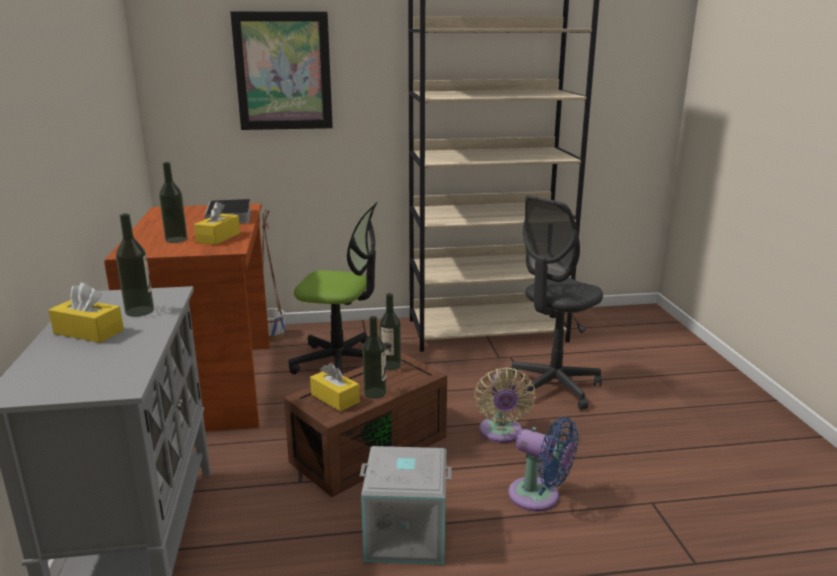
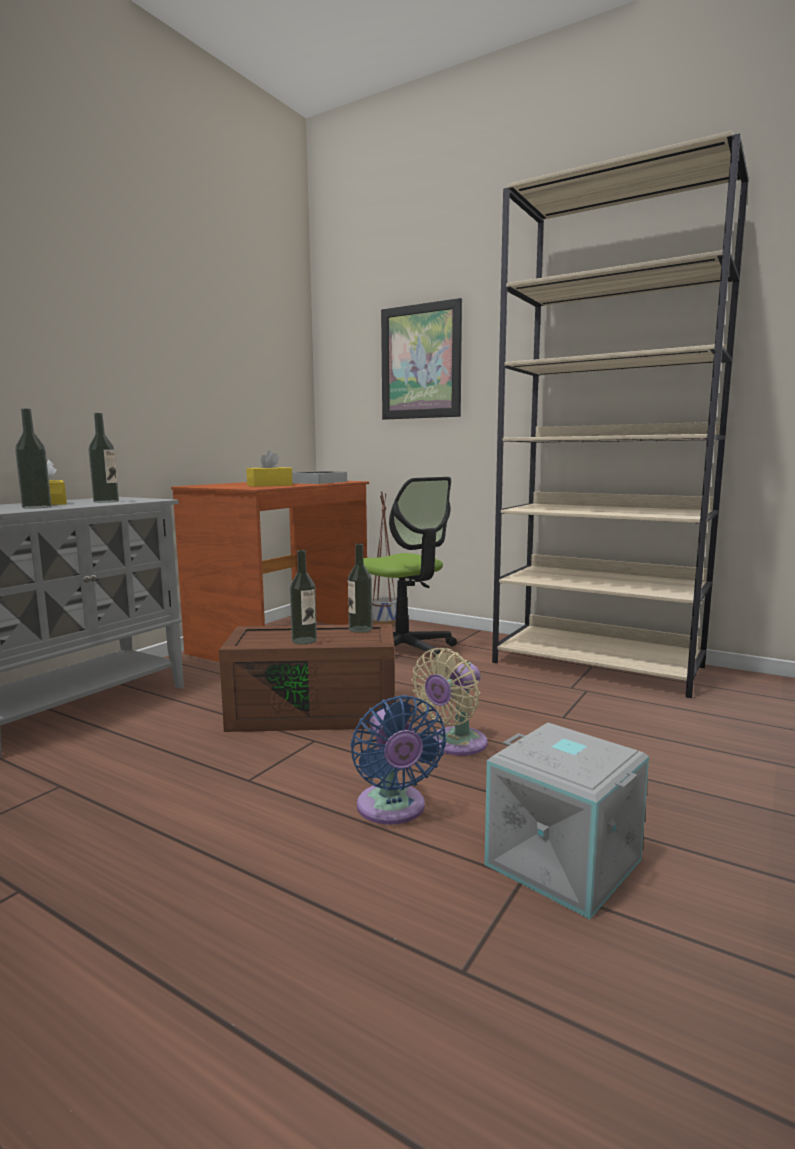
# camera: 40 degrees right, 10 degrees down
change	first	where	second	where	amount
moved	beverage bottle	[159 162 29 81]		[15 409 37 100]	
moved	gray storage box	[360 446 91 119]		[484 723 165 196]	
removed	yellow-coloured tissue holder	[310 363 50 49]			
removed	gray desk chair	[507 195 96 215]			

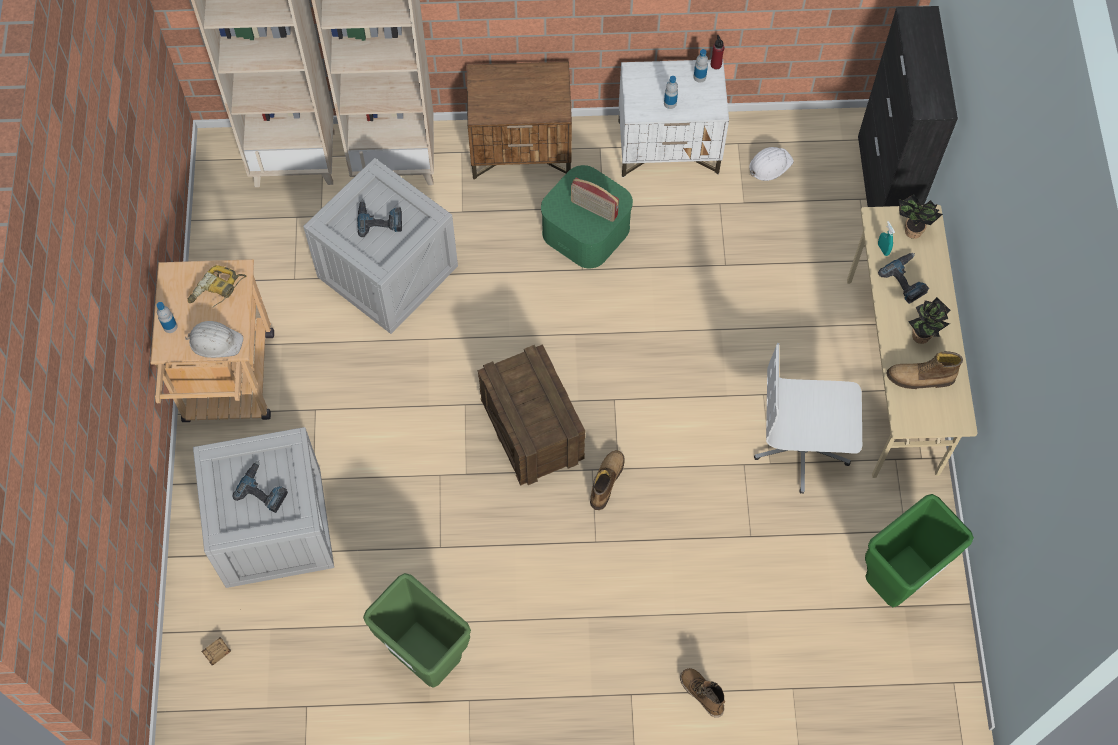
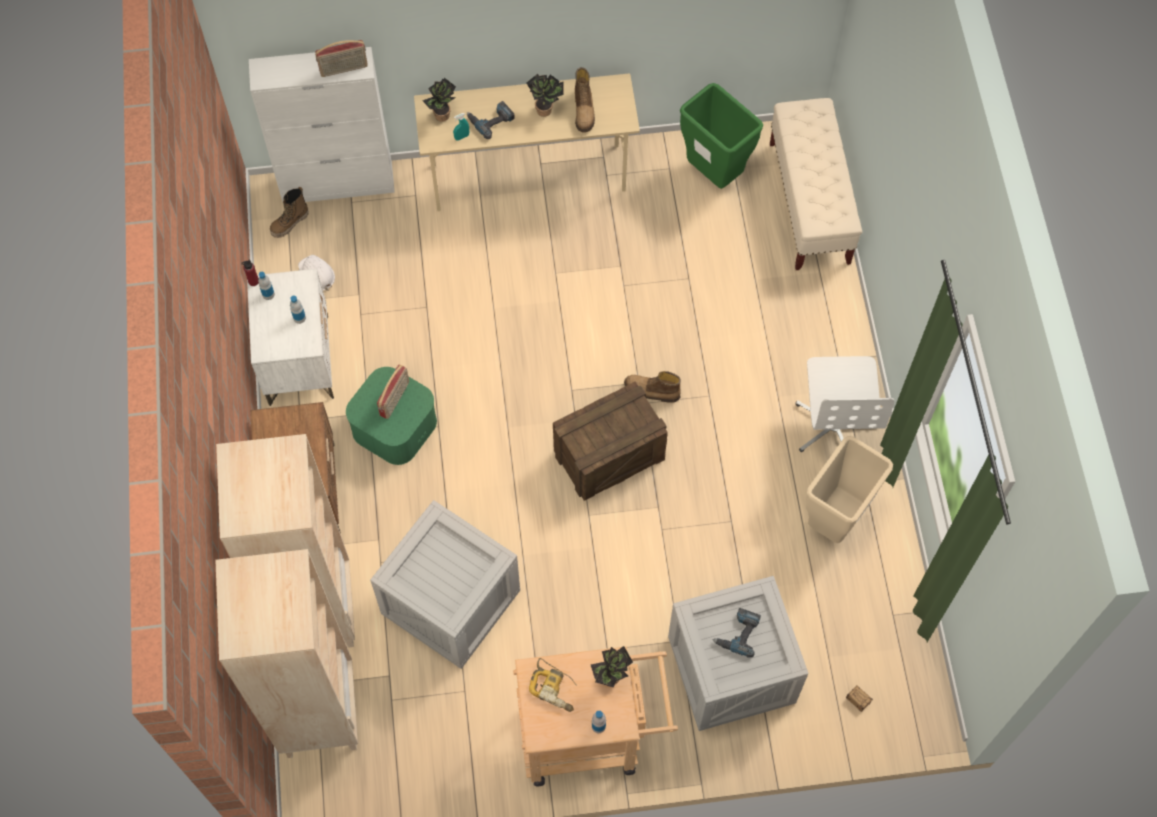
# camera: 95 degrees left, 0 degrees up
change	first	where	second	where	amount
recoloured	black cupboard	[858 6 100 201]	white cupboard	[249 47 146 155]	
moved	high-top boot	[680 668 45 50]		[270 186 39 52]	
added			radio	[315 40 53 37]	
replaced	white work helmet	[185 321 58 37]	plant in a pot	[591 646 42 42]	
added			beige-coloured long seat	[770 98 93 172]	
moved	white desk chair	[754 343 108 151]		[795 356 99 96]	
recoloured	green waste bin	[363 573 108 115]	beige-coloured waste bin	[806 436 87 107]	
removed	power drill	[357 199 45 38]			

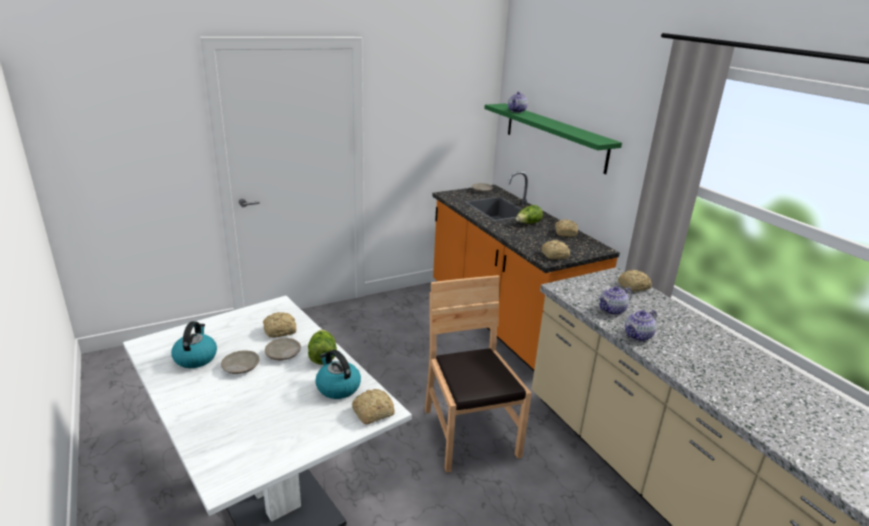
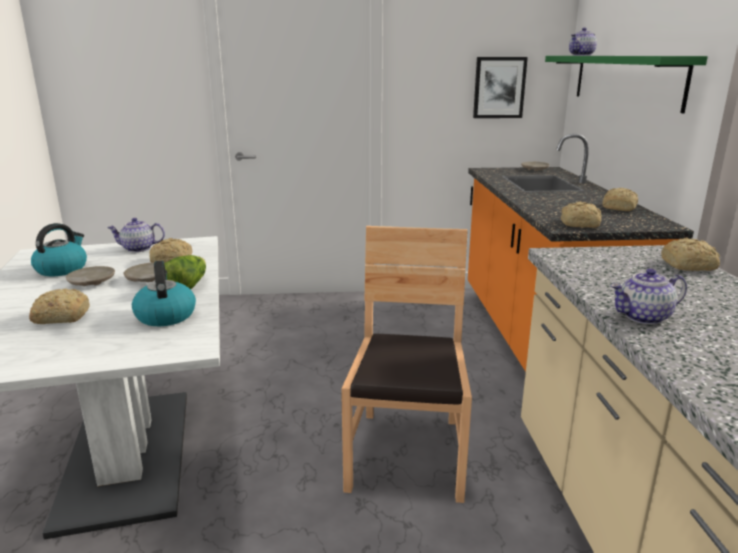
# camera: 25 degrees right, 5 degrees down
change	first	where	second	where	amount
moved	baked bread	[352 389 43 36]		[29 288 61 36]	
moved	tea pot	[598 286 34 29]		[107 218 58 34]	
added			wall picture	[473 57 55 61]	
removed	head of lettuce	[516 205 27 19]			

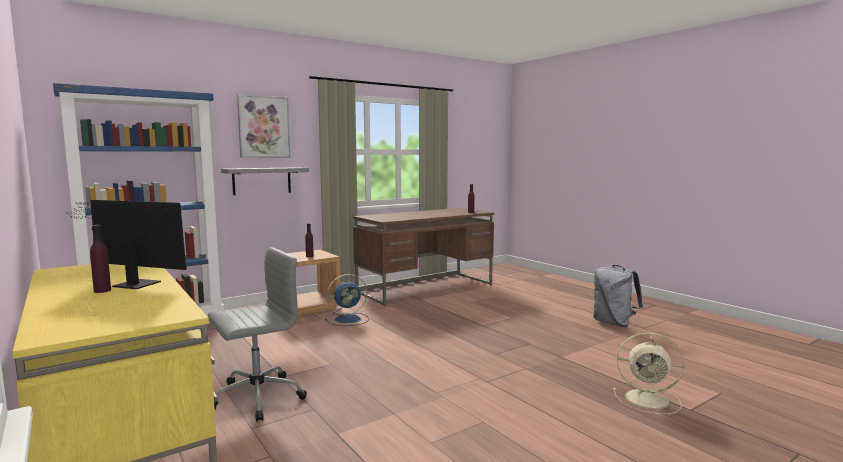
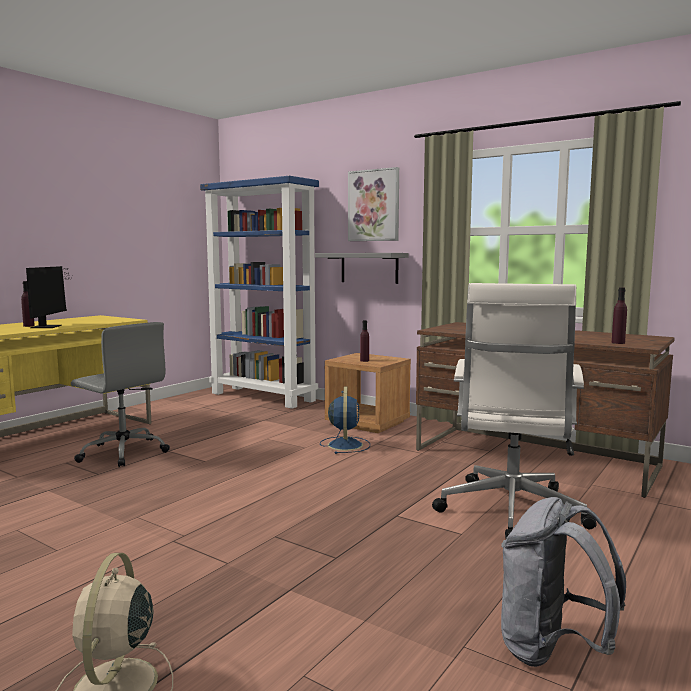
# camera: 70 degrees right, 0 degrees up
change	first	where	second	where	amount
turned	bluish fan	[325 274 44 52]		[320 387 50 67]	135 degrees counterclockwise
added			white desk chair	[432 283 165 255]	

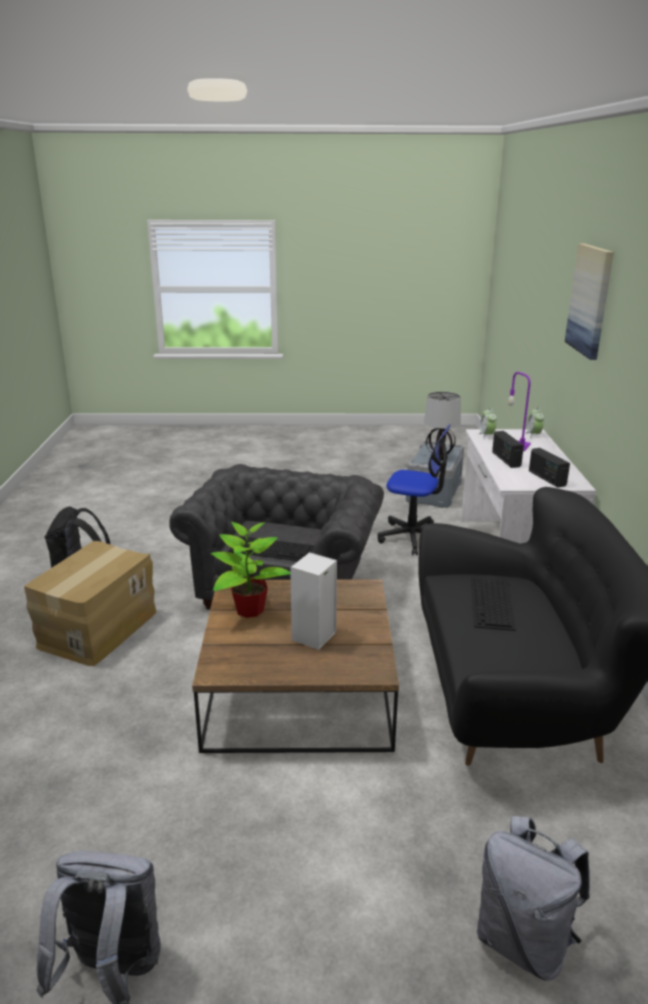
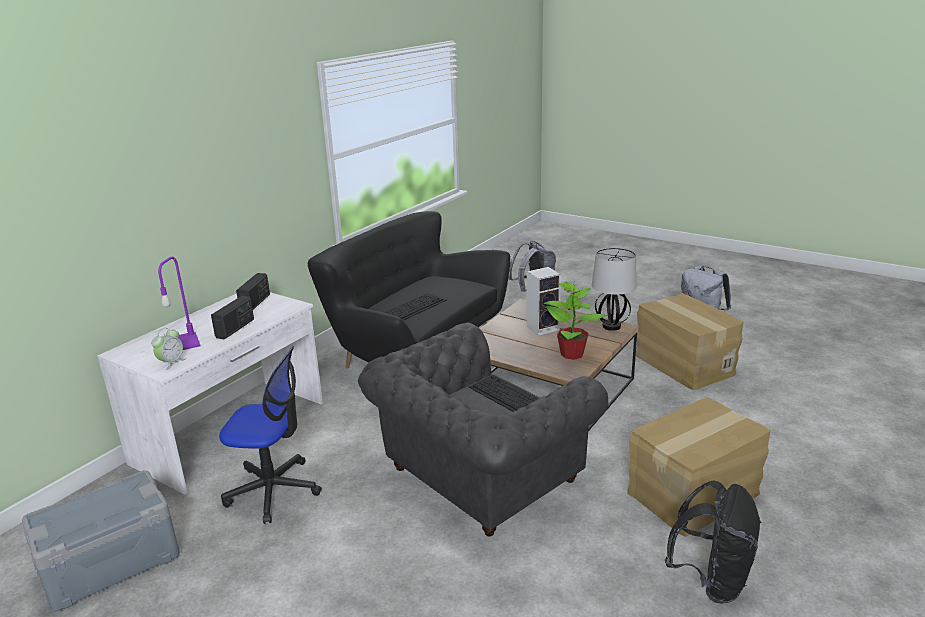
# camera: 145 degrees left, 0 degrees up
change	first	where	second	where	amount
turned	desk chair	[378 424 73 131]		[219 346 103 178]	135 degrees clockwise
moved	tabletop lamp	[424 392 37 69]		[592 248 45 83]	
added			carton	[636 293 108 97]	
removed	table clock	[526 408 18 31]			
removed	wall picture	[565 243 49 117]			

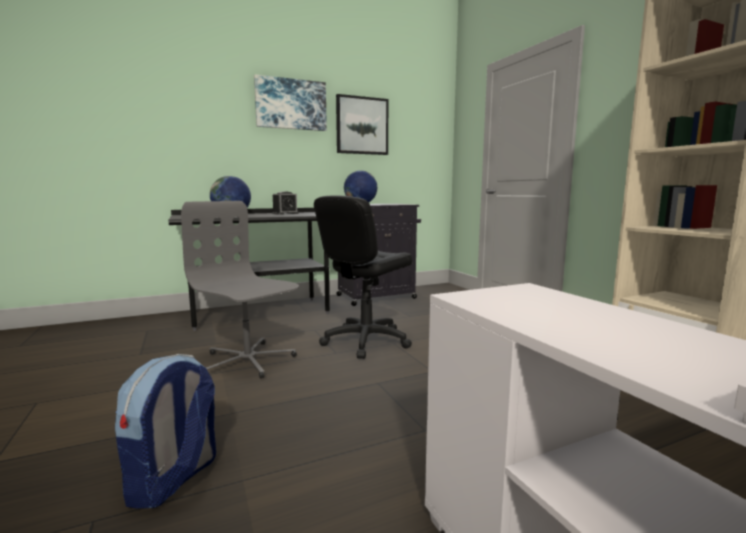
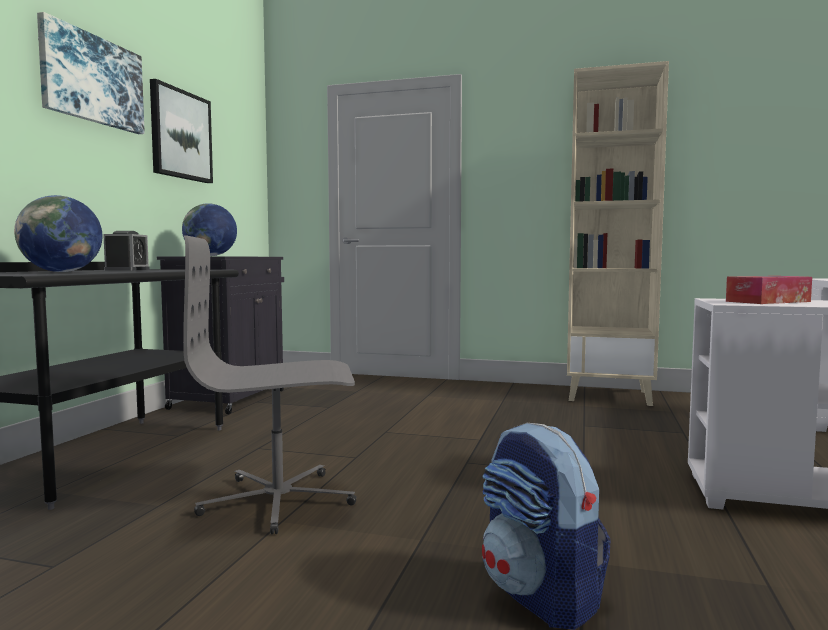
# camera: 50 degrees left, 5 degrees down
change	first	where	second	where	amount
added			tissue holder	[726 276 86 28]	
removed	black desk chair	[314 195 99 164]			

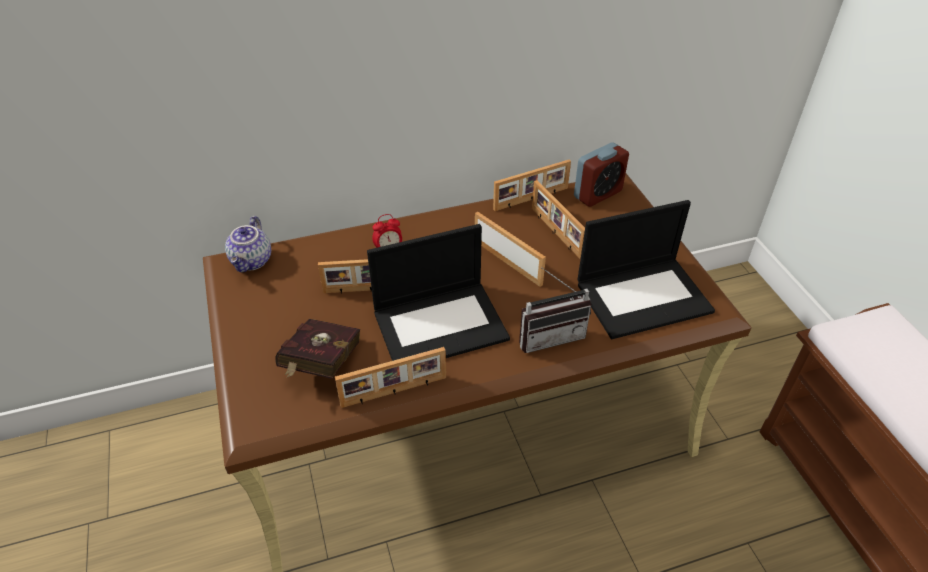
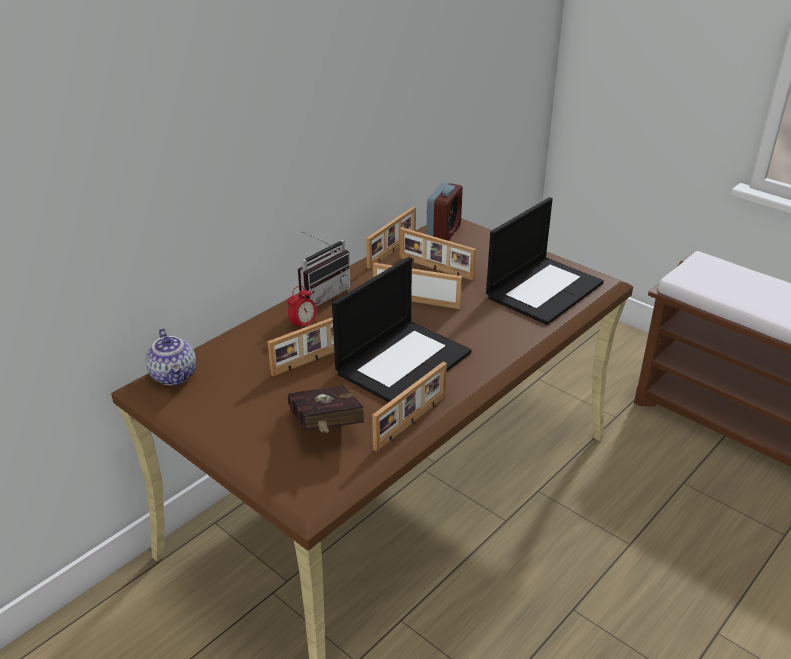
# camera: 30 degrees left, 10 degrees down
change	first	where	second	where	amount
moved	radio	[519 267 72 86]		[298 232 53 75]	

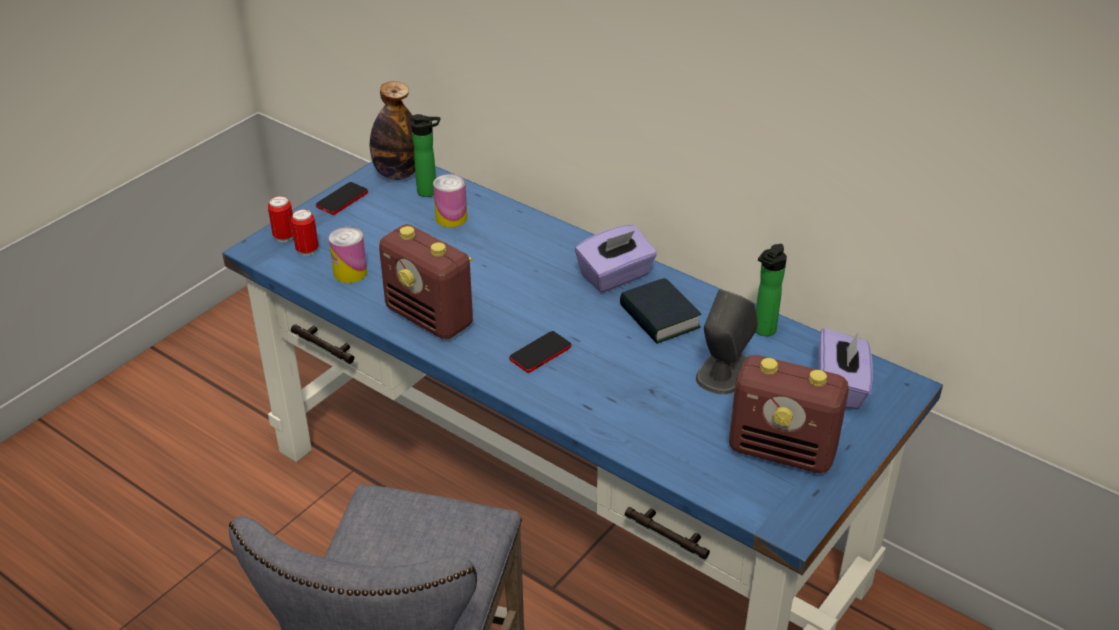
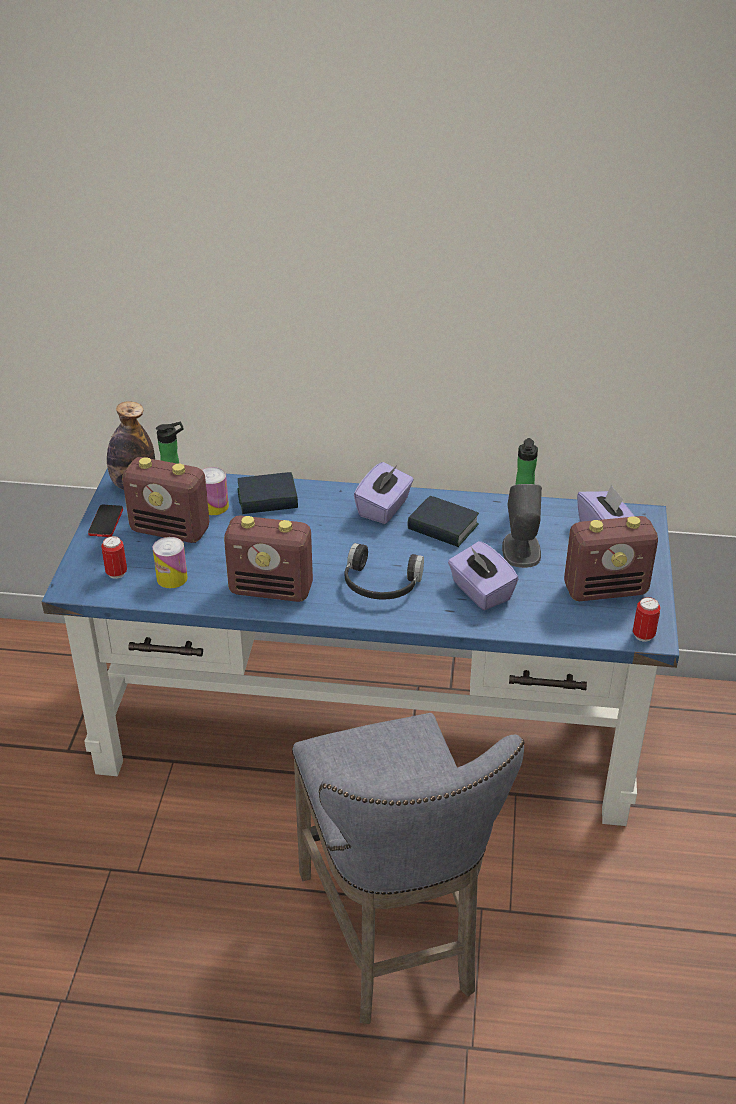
# camera: 30 degrees left, 0 degrees up
change	first	where	second	where	amount
added			radio	[122 457 87 86]	
added			volume	[237 472 61 42]	
replaced	handset	[509 331 62 42]	black headset	[345 543 79 57]	
added			purplish tissue holder	[448 541 71 69]	
moved	can	[268 196 25 46]		[633 597 27 45]	

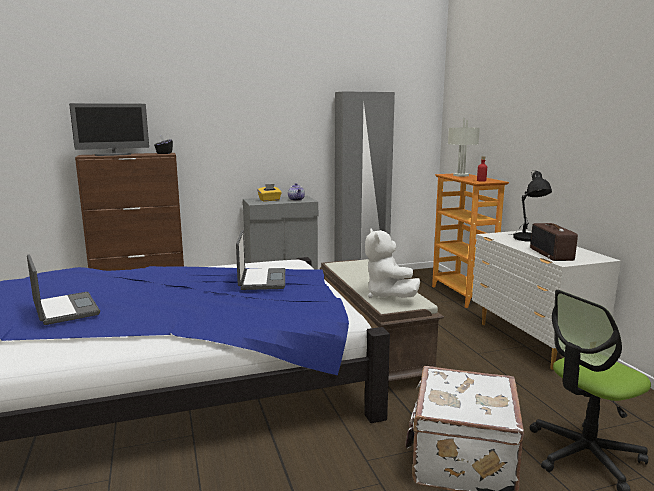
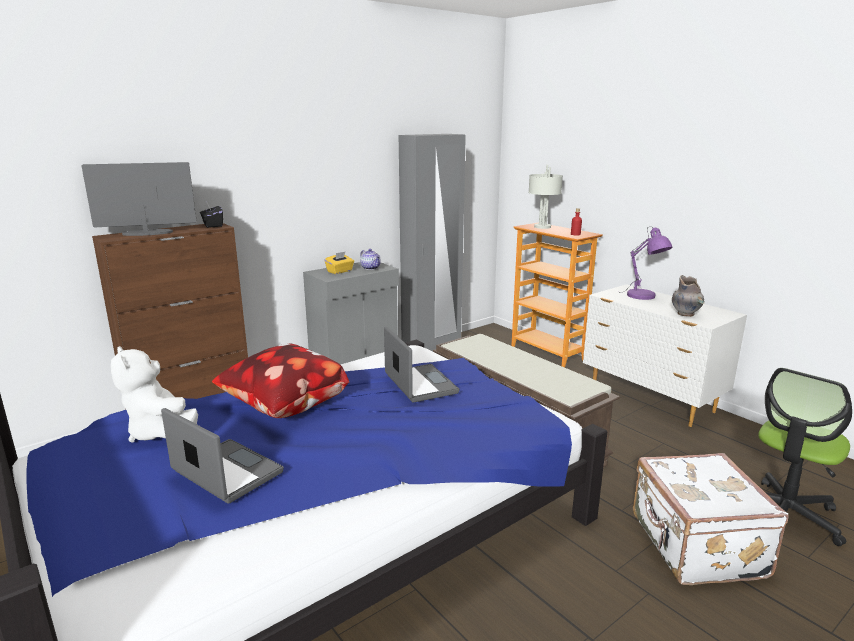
# camera: 20 degrees left, 5 degrees up
change	first	where	second	where	amount
turned	computer screen	[69 103 80 53]		[82 162 115 74]	150 degrees counterclockwise
moved	white plush toy	[365 229 55 69]		[111 346 87 97]	
added			pillow	[212 344 138 74]	
recoloured	black tabletop lamp	[511 170 41 72]	purplish tabletop lamp	[624 227 49 73]	
replaced	radio	[530 223 48 38]	gray flower vase	[672 275 33 42]	

